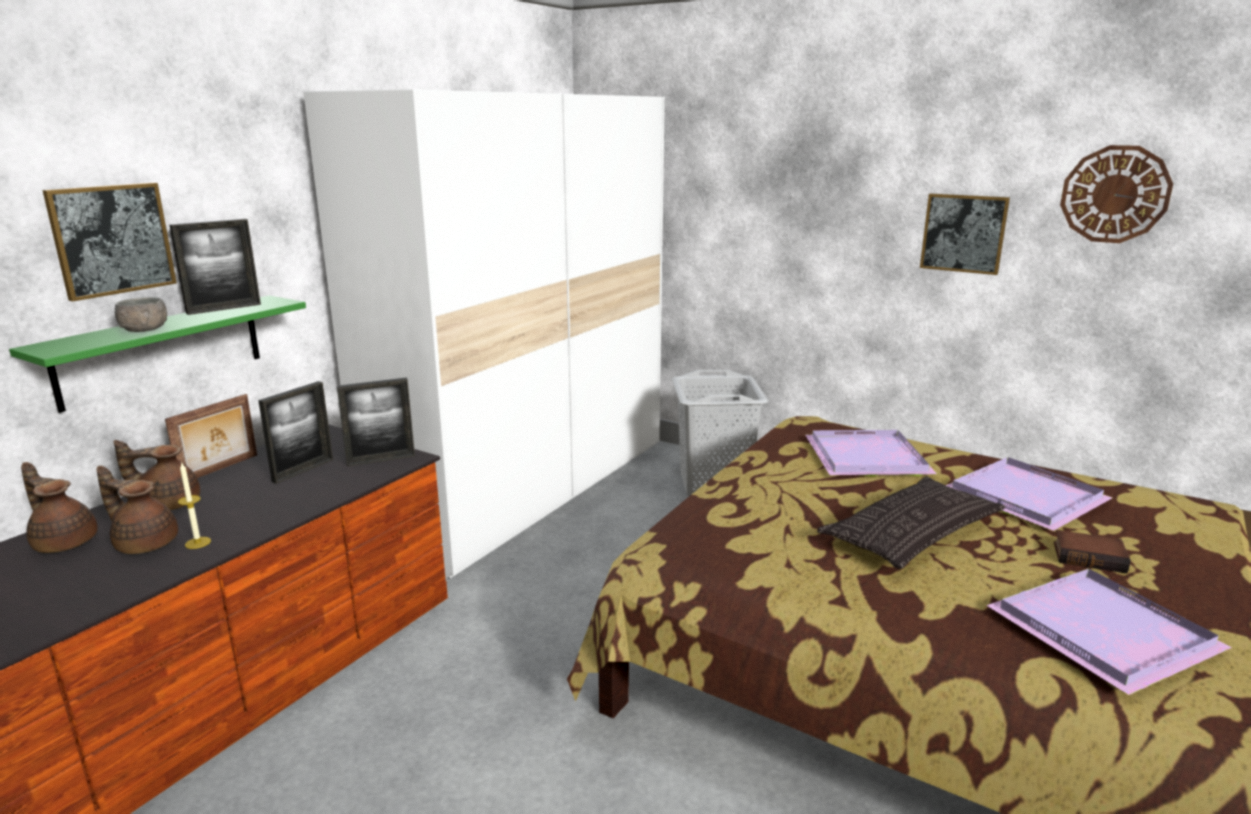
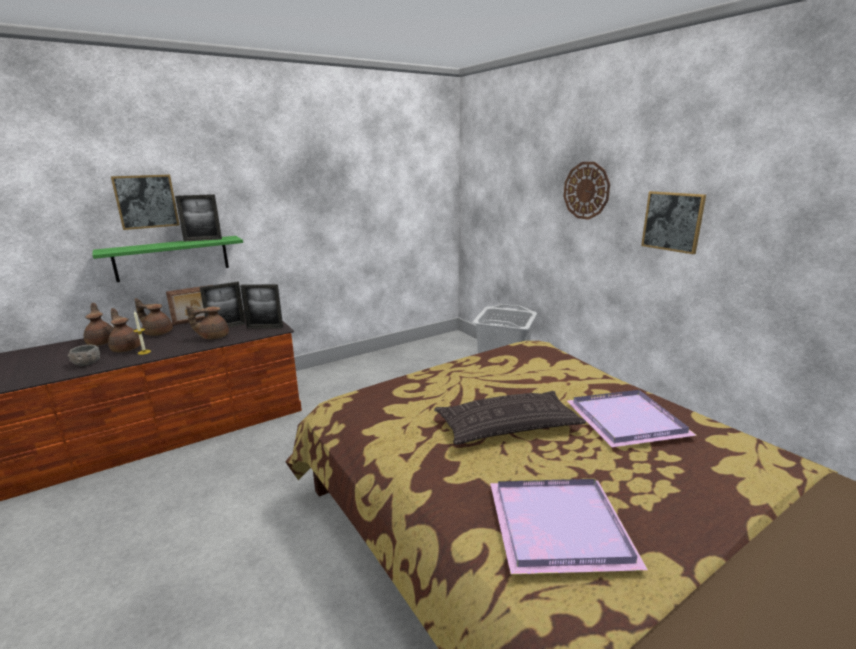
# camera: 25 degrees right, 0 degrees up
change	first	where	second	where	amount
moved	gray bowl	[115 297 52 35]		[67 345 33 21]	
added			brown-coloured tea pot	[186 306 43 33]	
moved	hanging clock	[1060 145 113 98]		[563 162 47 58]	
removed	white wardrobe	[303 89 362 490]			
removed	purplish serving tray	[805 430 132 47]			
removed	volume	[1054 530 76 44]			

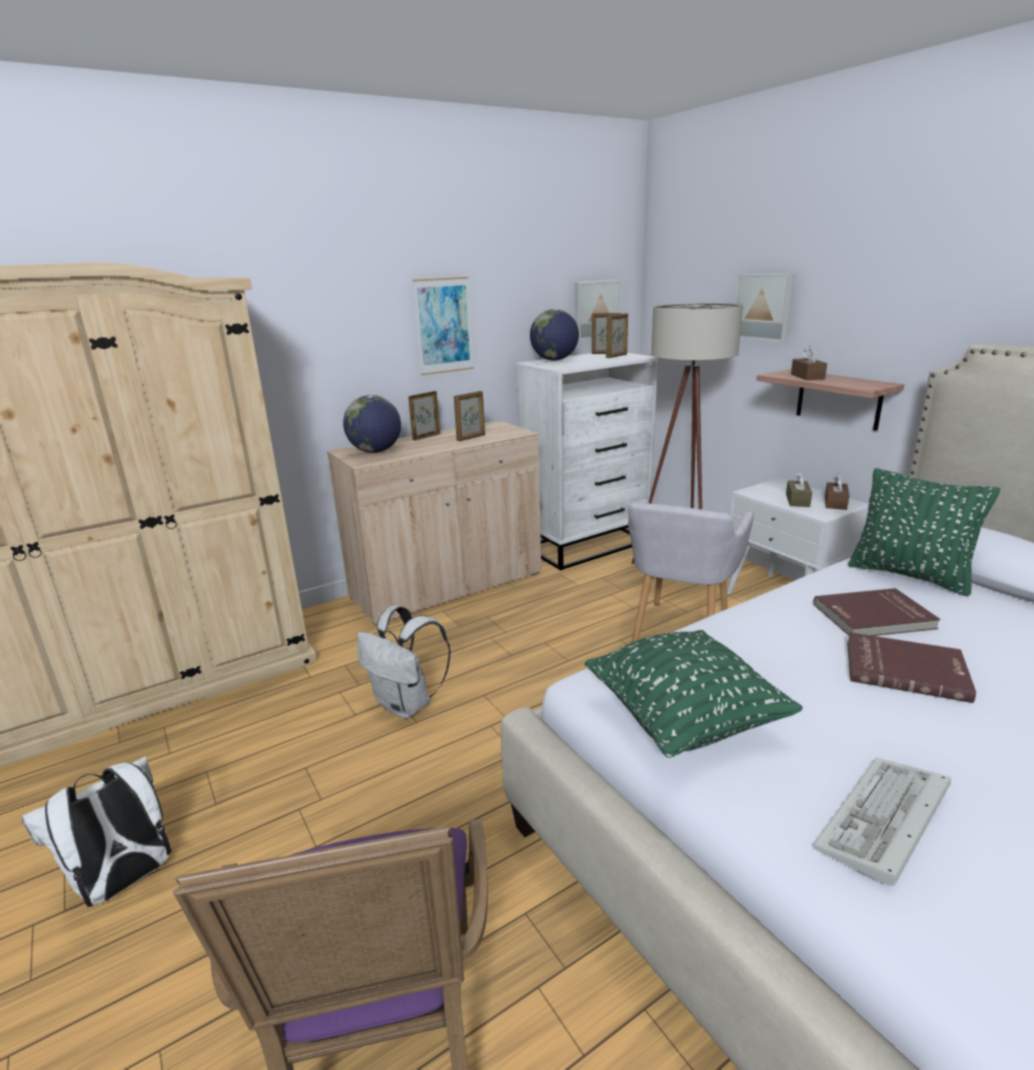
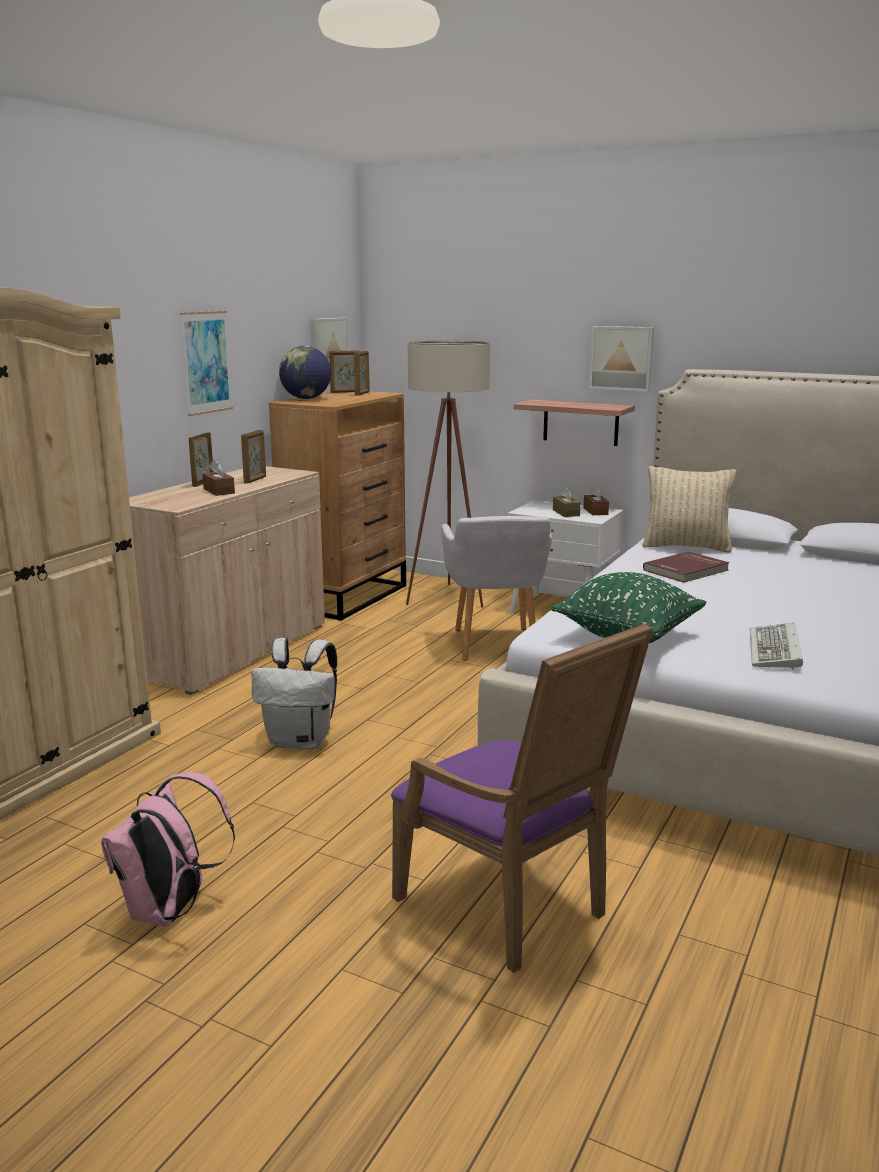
# camera: 30 degrees left, 5 degrees down
change	first	where	second	where	amount
recoloured	white backpack	[22 756 150 151]	pinkish backpack	[101 772 134 154]	
moved	brown-coloured tissue holder	[791 345 36 35]		[202 460 33 36]	
recoloured	white drawer chest	[516 353 142 218]	brown-coloured drawer chest	[269 391 137 230]	
moved	wall picture	[735 273 61 70]		[589 326 66 66]	
recoloured	green pillow	[848 468 152 128]	beige-coloured pillow	[643 466 93 87]	
removed	world globe	[343 395 58 58]			
removed	red volume	[847 632 129 71]			

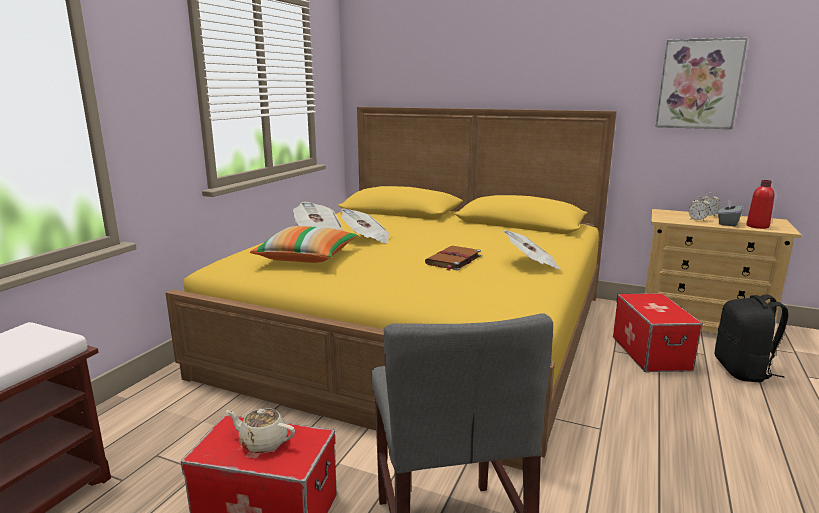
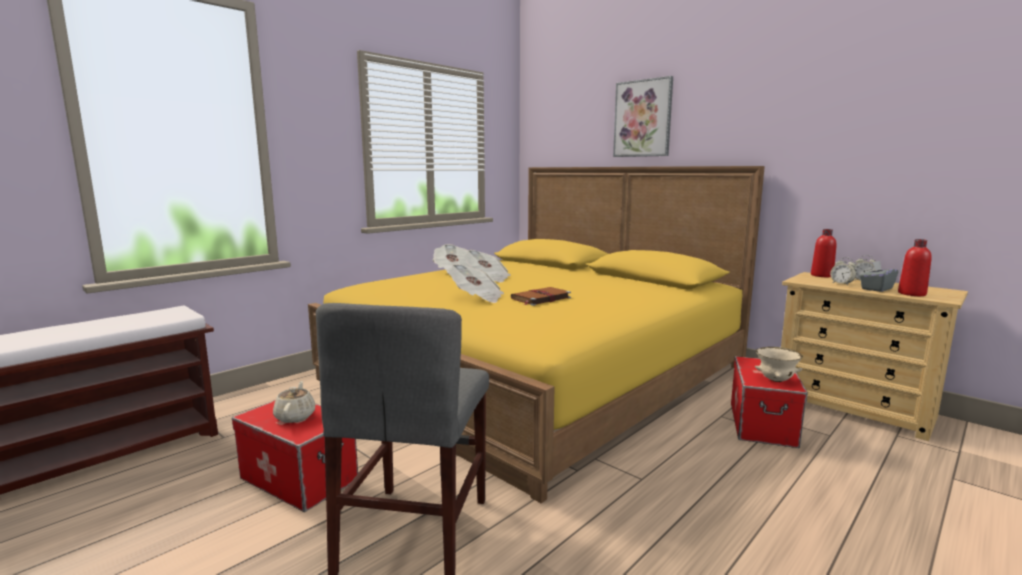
# camera: 20 degrees right, 5 degrees down
change	first	where	second	where	amount
turned	beige-coloured tea pot	[226 408 69 45]		[273 381 42 42]	45 degrees clockwise
moved	newspaper	[503 230 59 40]		[449 264 55 39]	
moved	wall picture	[656 37 92 92]		[613 76 60 81]	
added			beige-coloured bowl	[755 347 48 35]	
added			red beverage bottle	[811 229 25 48]	
removed	pillow	[250 226 108 37]			
removed	black backpack	[715 294 73 88]			

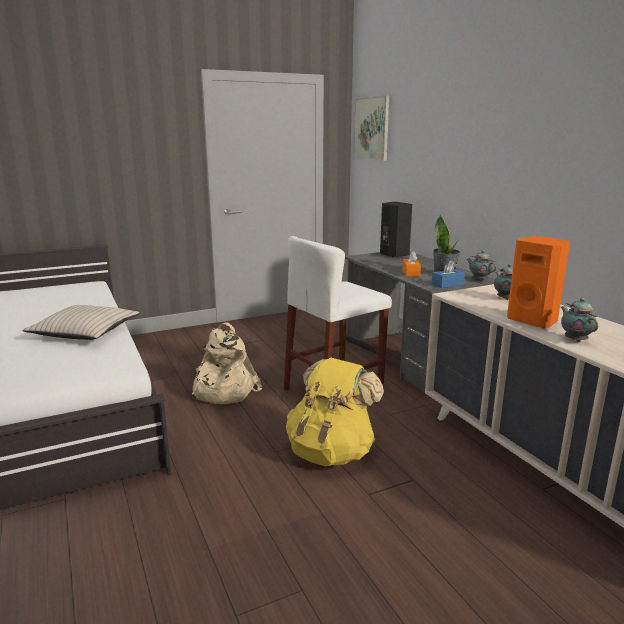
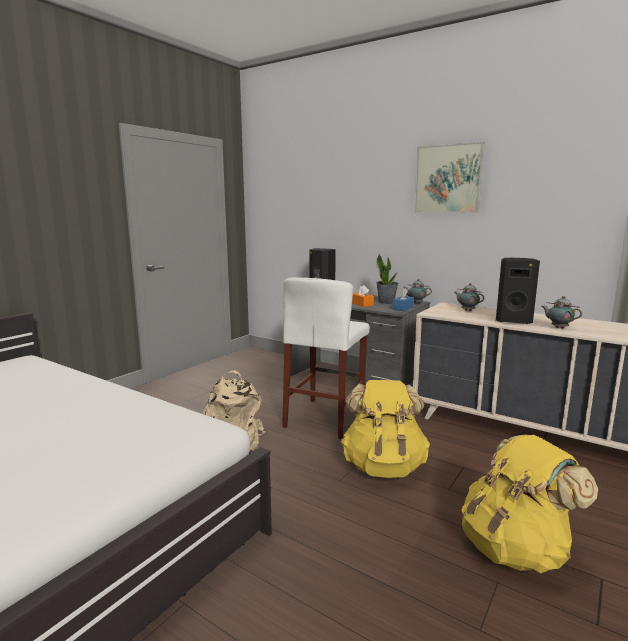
# camera: 30 degrees left, 5 degrees down
change	first	where	second	where	amount
moved	wall picture	[353 95 36 66]		[414 142 71 71]	
added			yellow-coloured backpack	[461 435 137 138]	
recoloured	orangey speaker	[507 236 63 92]	black speaker	[496 258 44 66]	
removed	beige-coloured pillow	[22 305 118 35]			

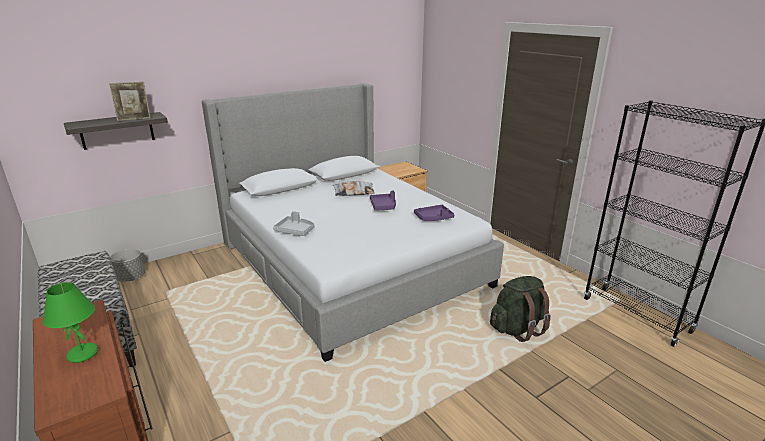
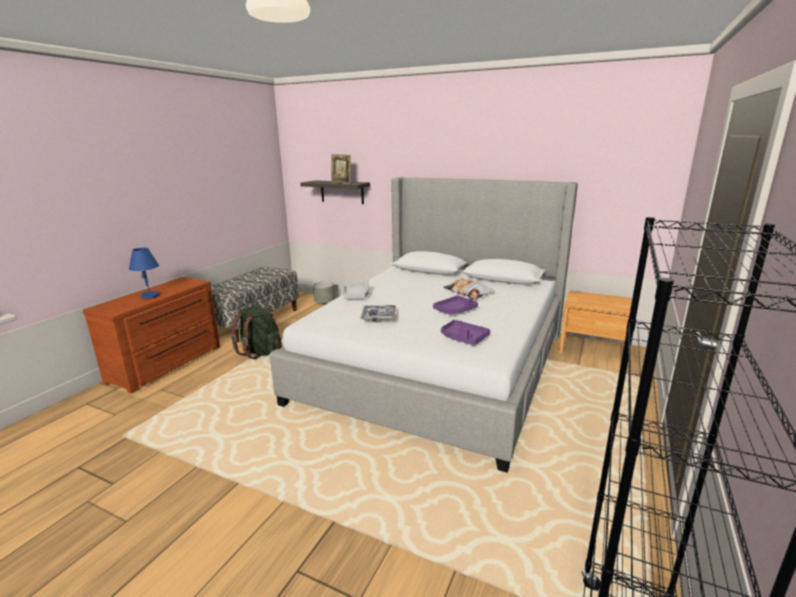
# camera: 60 degrees right, 5 degrees down
change	first	where	second	where	amount
recoloured	green tabletop lamp	[43 282 55 81]	bluish tabletop lamp	[129 248 30 51]	
moved	green backpack	[490 276 61 66]		[231 307 51 52]	
added			serving tray	[360 305 36 16]	

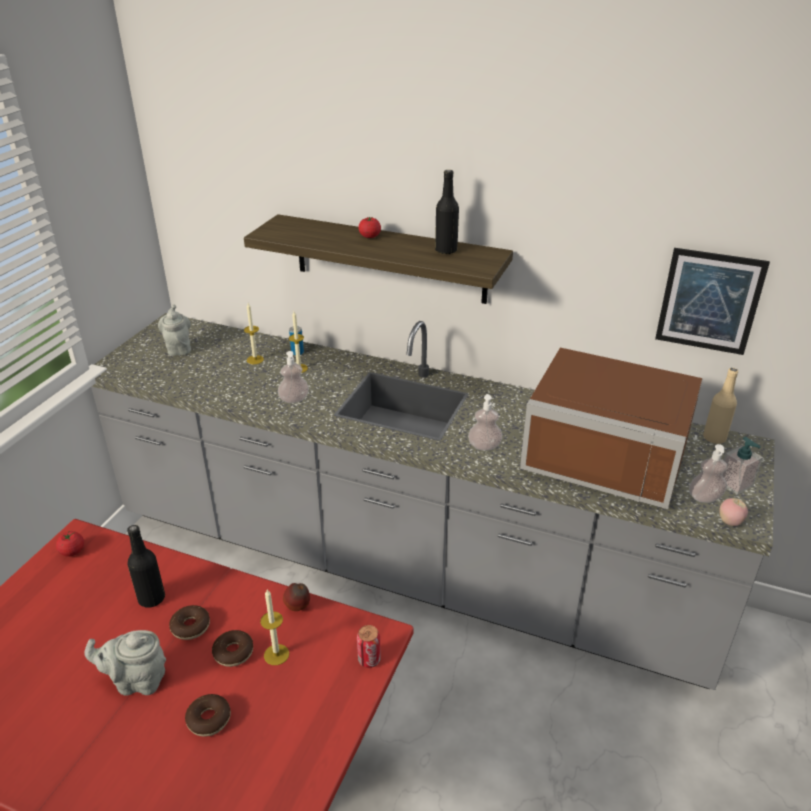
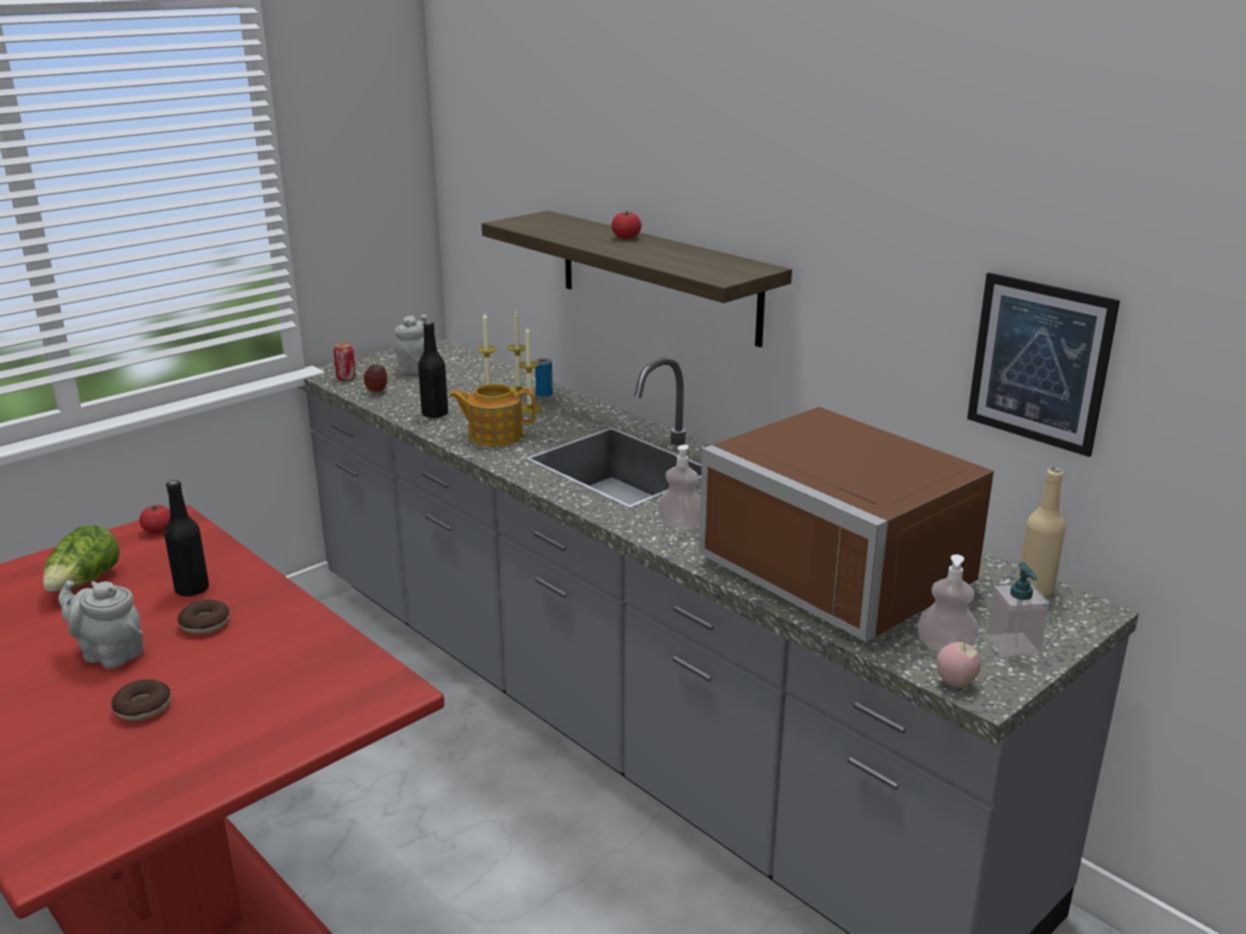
# camera: 25 degrees right, 10 degrees down
change	first	where	second	where	amount
added			head of lettuce	[43 525 77 67]	
moved	can	[357 625 24 43]		[334 343 22 38]	
moved	whole apple	[283 583 27 28]		[364 364 24 28]	
moved	black beverage bottle	[435 170 24 84]		[418 321 30 97]	
replaced	liquid soap bottle	[278 351 31 52]	tea pot	[449 384 87 62]	
moved	wax candle	[260 589 29 76]		[508 311 19 84]	
removed	donut	[212 630 41 37]			

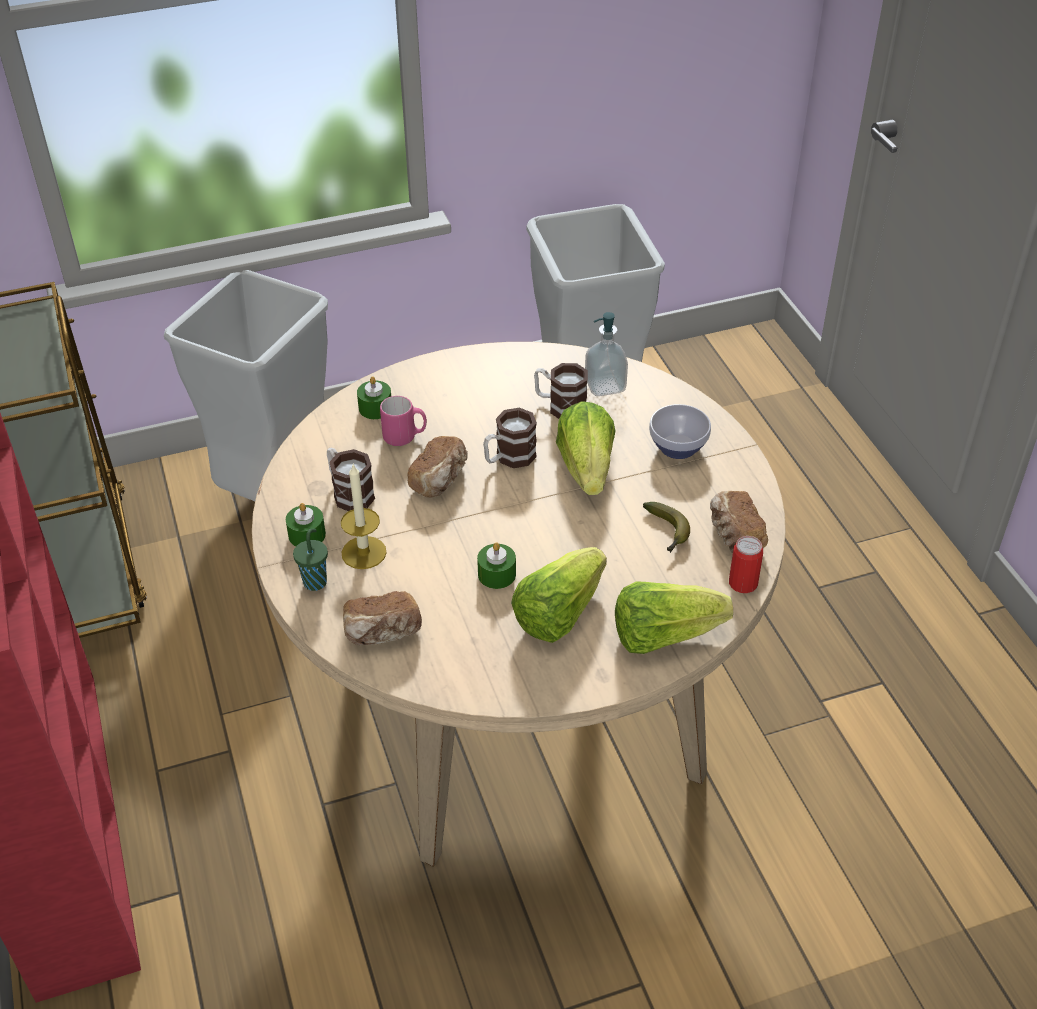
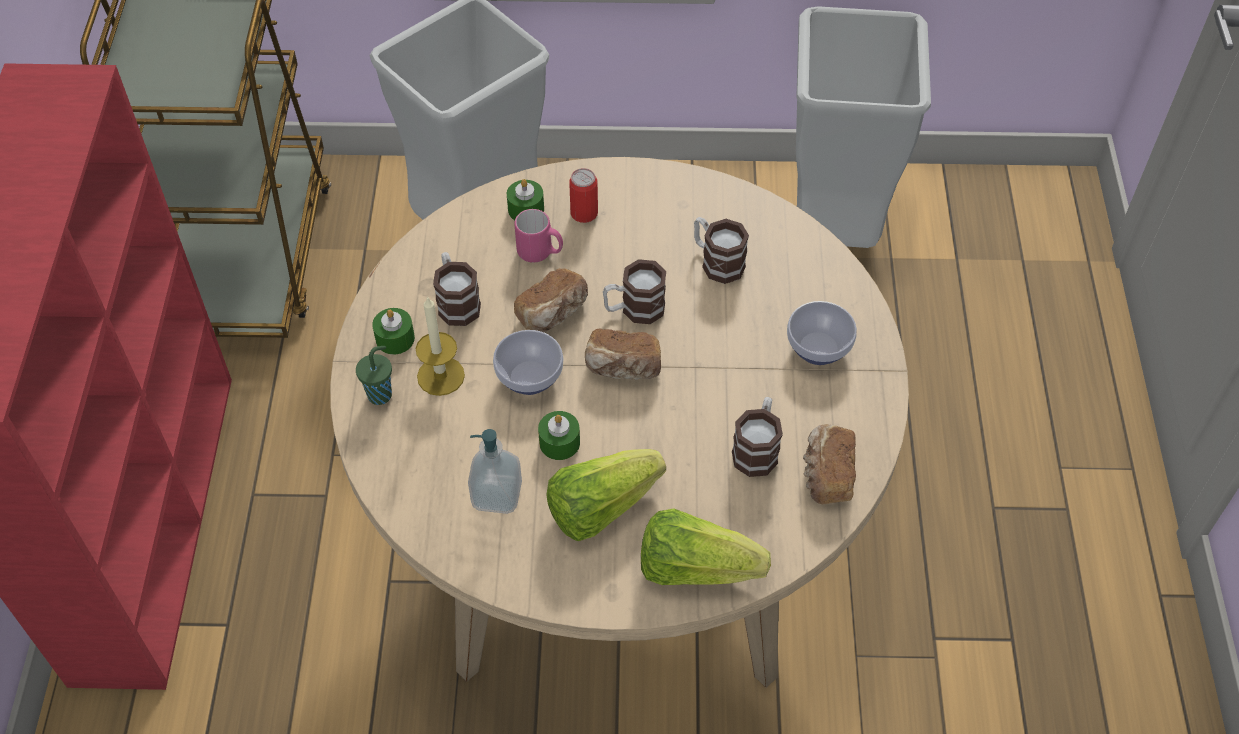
# camera: 20 degrees right, 10 degrees up
change	first	where	second	where	amount
moved	liquid soap bottle	[585 312 43 84]		[468 429 54 85]	
added			bowl	[493 330 71 65]	
moved	can	[729 536 34 57]		[569 168 29 55]	
moved	baked bread	[343 591 79 54]		[585 329 76 51]	
replaced	banana	[643 502 47 51]	tea mug	[732 397 51 80]	
removed	head of lettuce	[556 401 59 94]			

